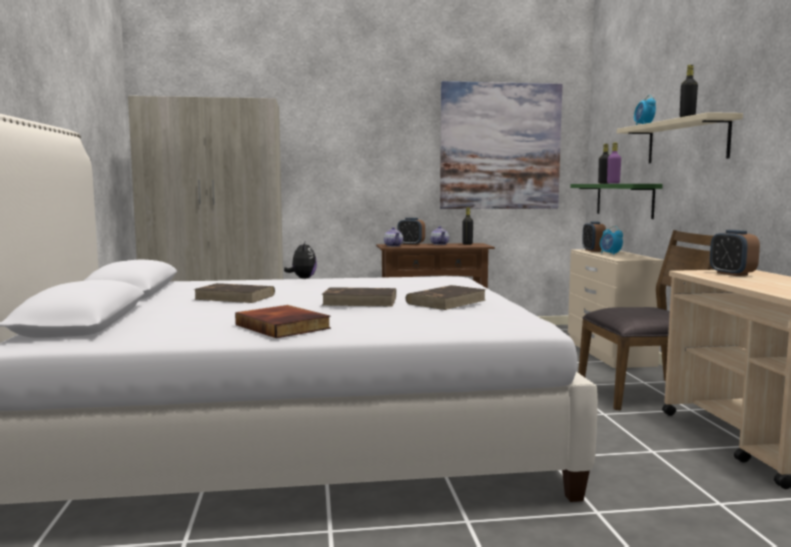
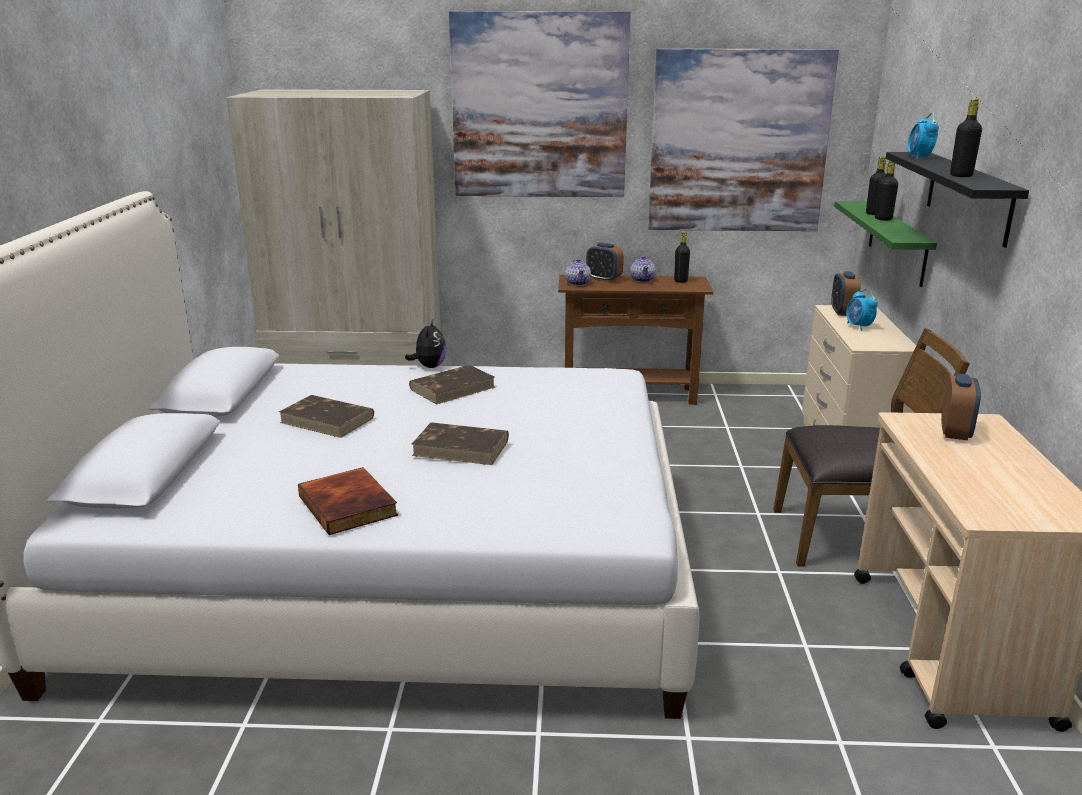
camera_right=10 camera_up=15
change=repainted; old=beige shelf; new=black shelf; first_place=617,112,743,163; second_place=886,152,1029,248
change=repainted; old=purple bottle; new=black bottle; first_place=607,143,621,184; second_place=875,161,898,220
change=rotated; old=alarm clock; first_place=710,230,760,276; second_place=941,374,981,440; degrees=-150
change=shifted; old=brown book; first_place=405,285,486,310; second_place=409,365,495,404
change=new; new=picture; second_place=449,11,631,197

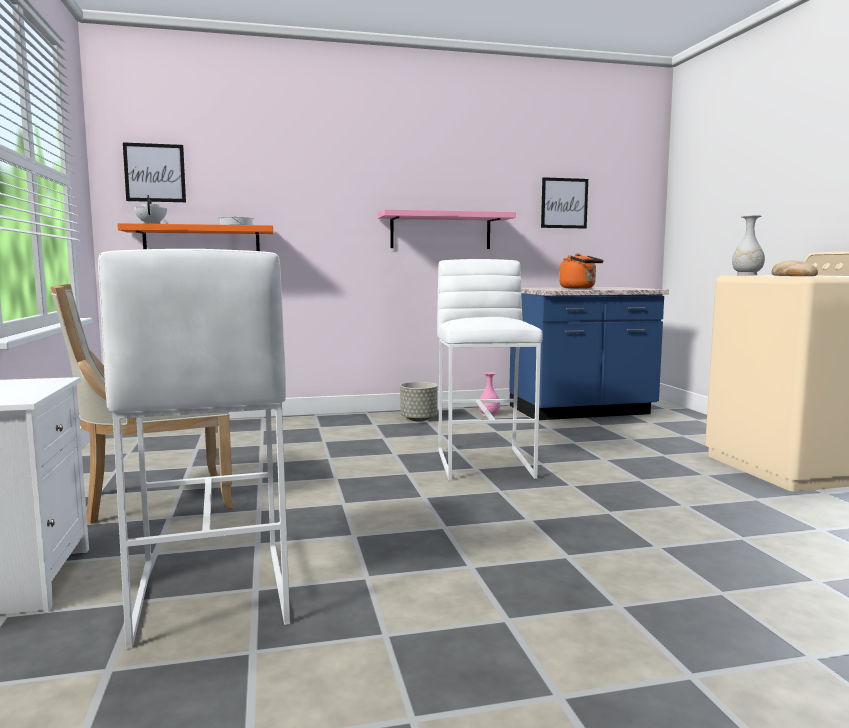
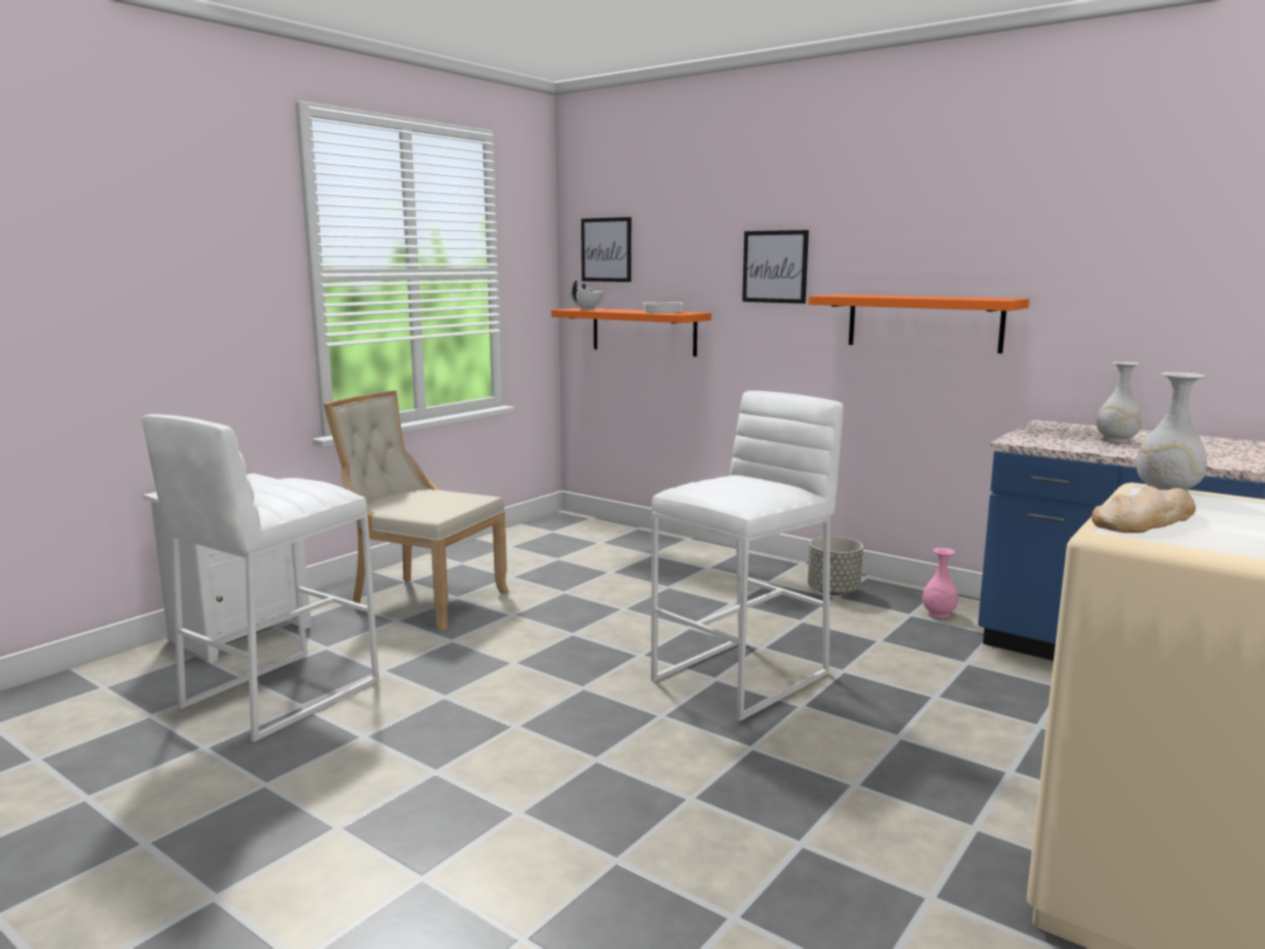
camera_right=50 camera_up=5
change=shifted; old=picture; first_place=541,177,588,228; second_place=742,230,809,304
change=repainted; old=pink shelf; new=orange shelf; first_place=377,209,516,249; second_place=809,294,1029,353
change=swapped; old=orange kettle; new=white vase; first_place=559,253,604,289; second_place=1096,362,1142,443

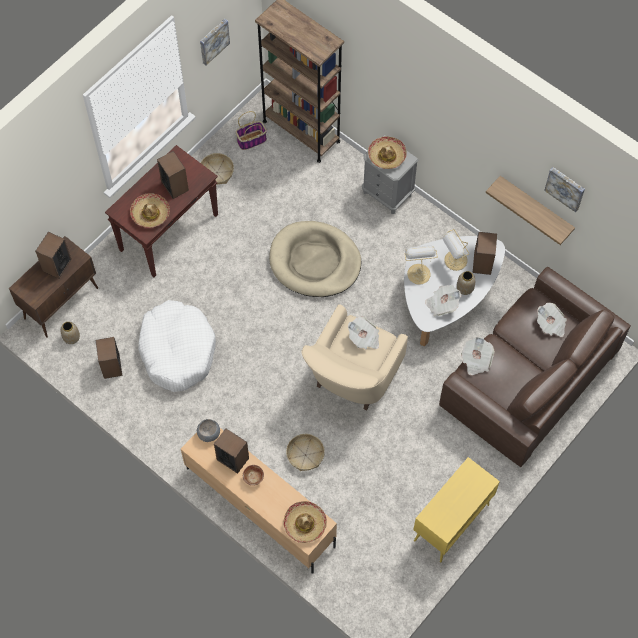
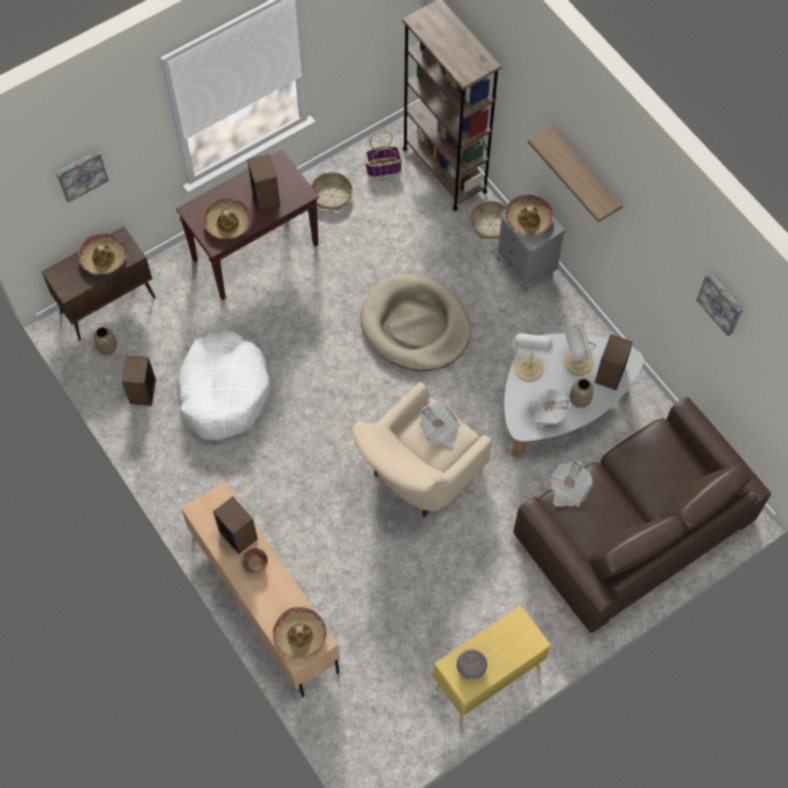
camera_right=15 camera_up=0
change=shifted; old=picture; first_place=200,19,230,65; second_place=56,150,109,203
change=shifted; old=shelf; first_place=486,176,575,245; second_place=528,126,623,222
change=swapped; old=speaker; new=hat; first_place=35,232,71,279; second_place=78,234,127,275
change=gone; old=newspaper; first_place=537,303,567,337
change=shifted; old=grey bowl; first_place=197,419,220,442; second_place=457,649,487,679
change=shifted; old=basket; first_place=286,434,325,471; second_place=470,201,506,239

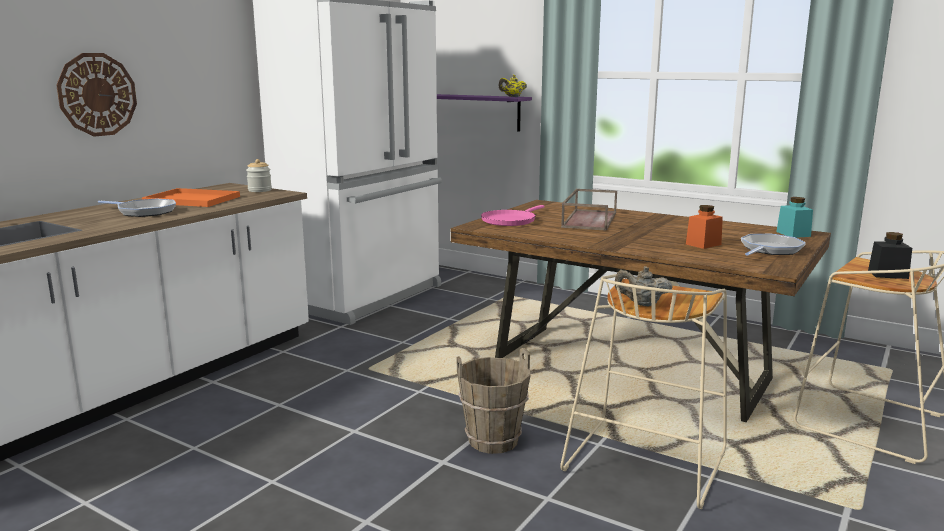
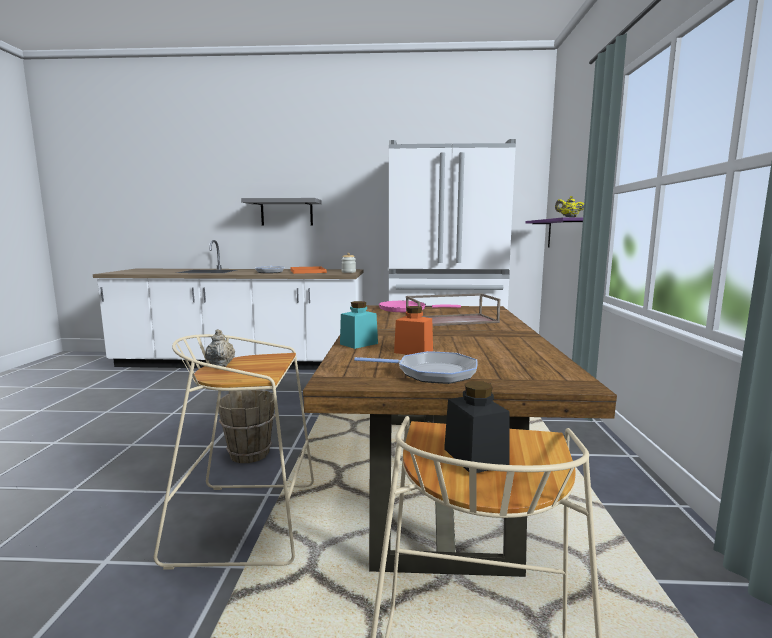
camera_right=60 camera_up=-5
change=swapped; old=wall clock; new=grey shelf; first_place=56,53,137,137; second_place=241,198,322,226
change=shifted; old=turquoise jar; first_place=776,197,813,238; second_place=340,301,378,349

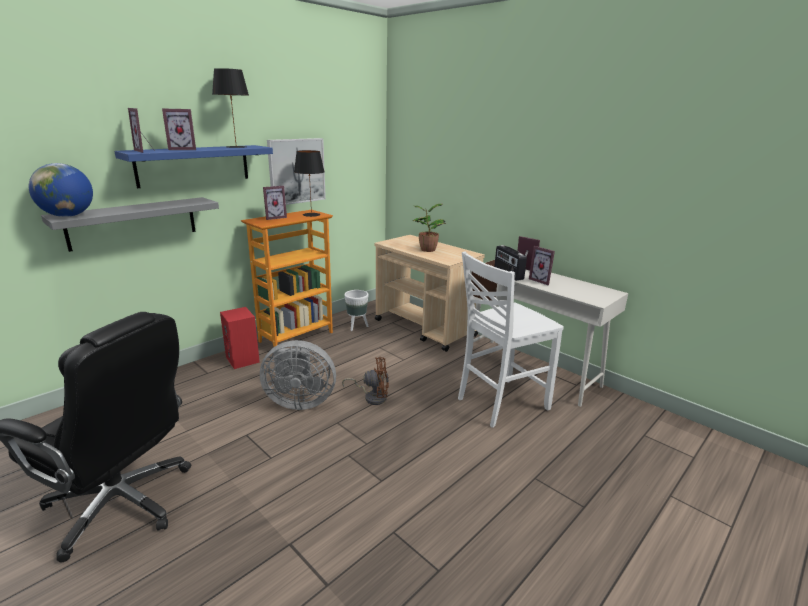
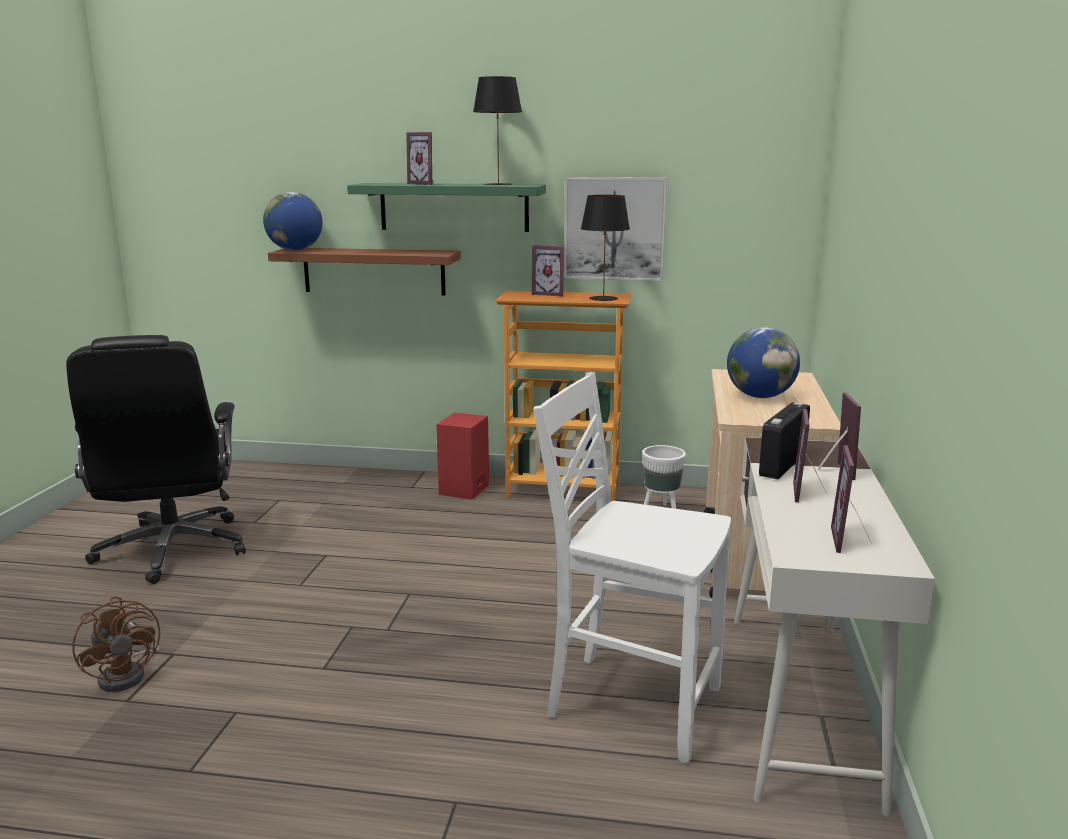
camera_right=55 camera_up=-5
change=shifted; old=picture frame; first_place=128,108,154,153; second_place=831,445,872,553
change=repainted; old=blue shelf; new=green shelf; first_place=114,145,273,188; second_place=347,183,546,232
change=repainted; old=grey shelf; new=brown shelf; first_place=41,197,219,252; second_place=268,248,461,296
change=swapped; old=potted plant; new=globe; first_place=413,204,446,252; second_place=727,327,800,398
change=gone; old=grey fan; first_place=260,340,336,410
change=shifted; old=brown fan; first_place=342,357,389,405; second_place=72,596,160,692

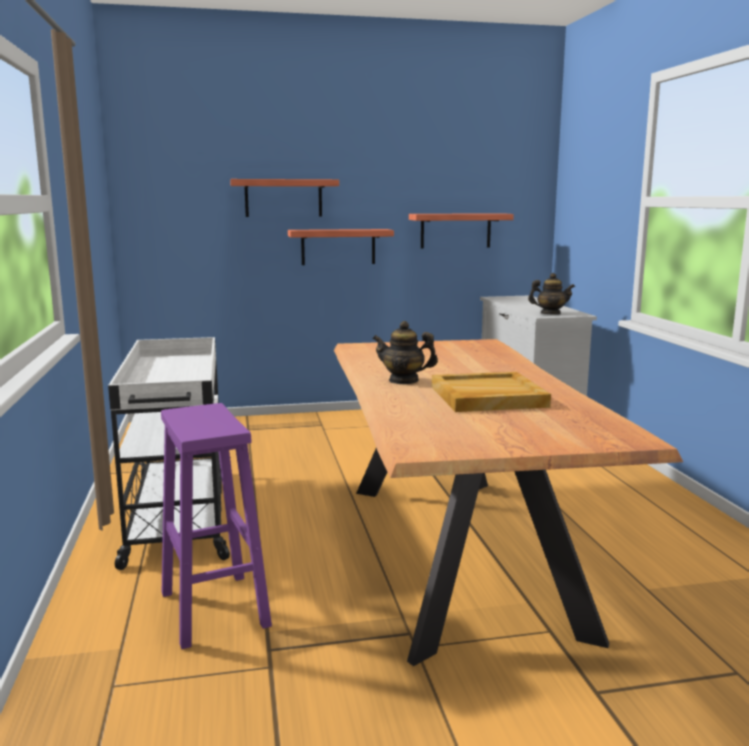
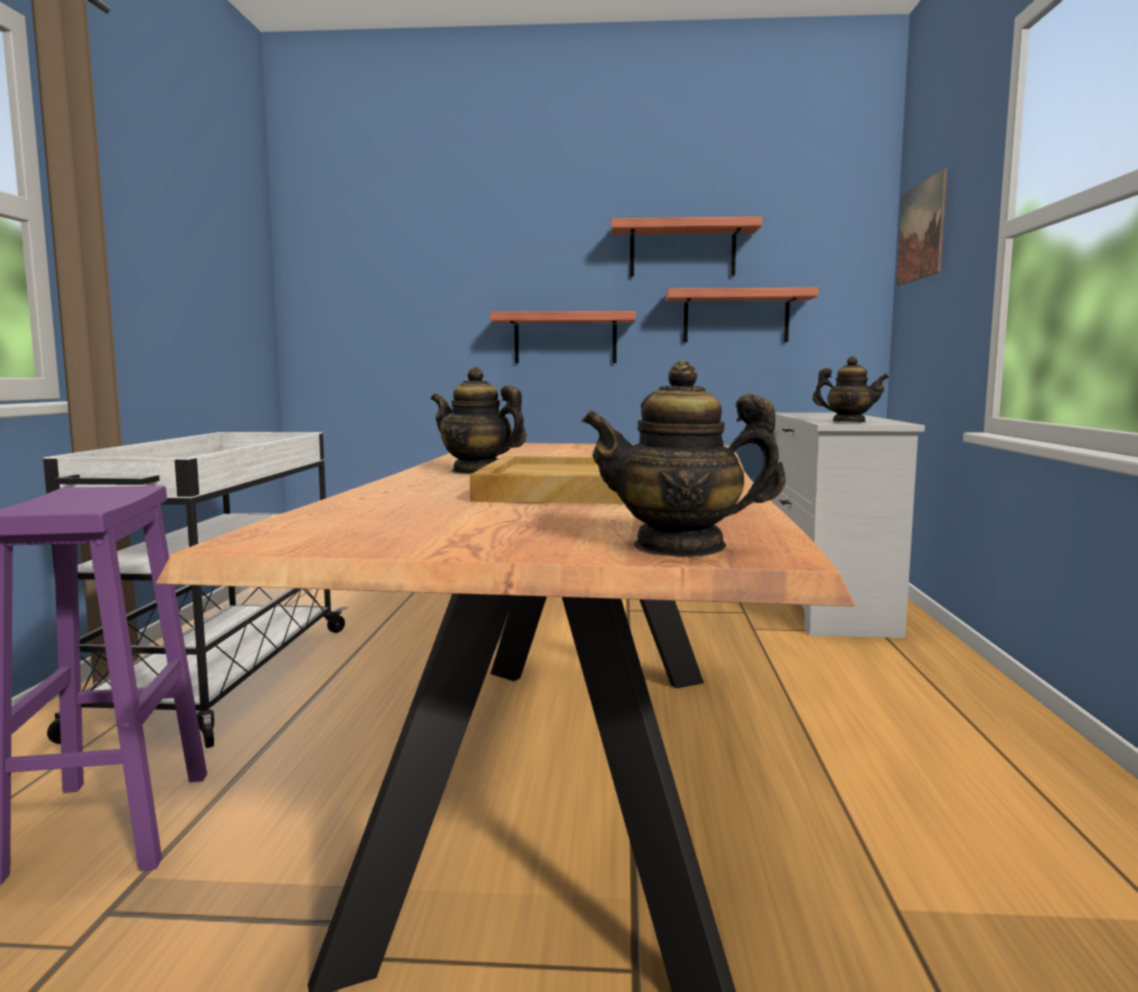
camera_right=15 camera_up=-5
change=shifted; old=shelf; first_place=230,179,339,217; second_place=611,216,762,276
change=new; new=picture; second_place=897,168,948,285
change=new; new=teapot; second_place=581,361,786,557

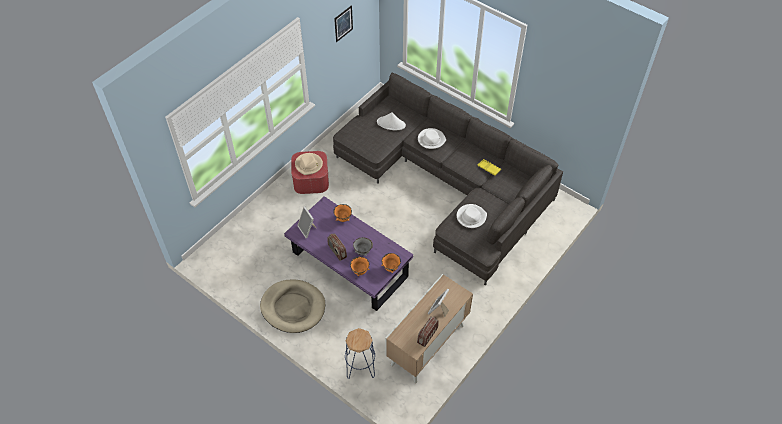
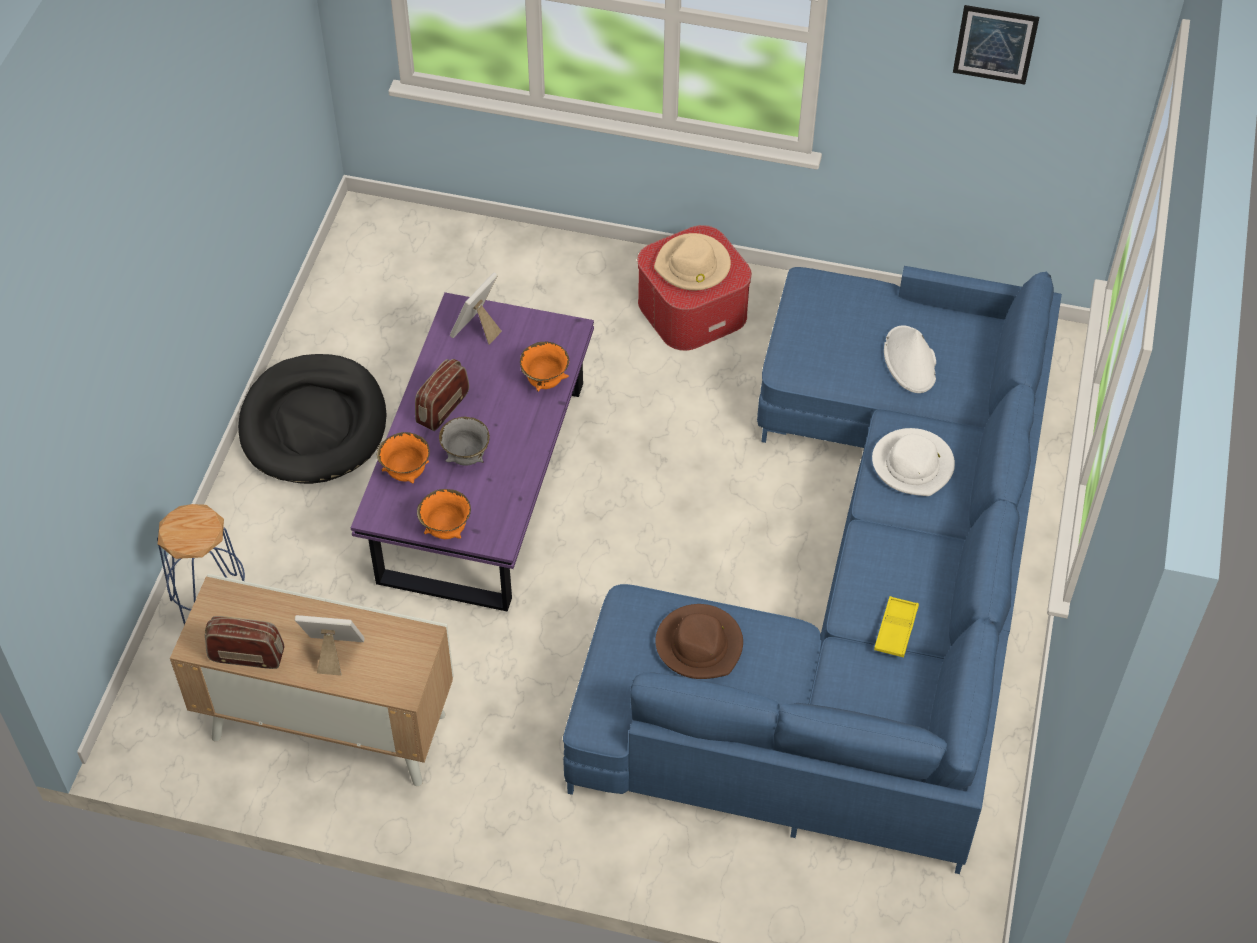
camera_right=65 camera_up=0
change=repainted; old=grey sofa; new=blue sofa; first_place=333,73,563,286; second_place=563,266,1062,874
change=repainted; old=white hat; new=brown hat; first_place=457,204,487,228; second_place=655,604,743,679
change=repainted; old=beige dog bed; new=black dog bed; first_place=260,279,325,333; second_place=238,354,387,484

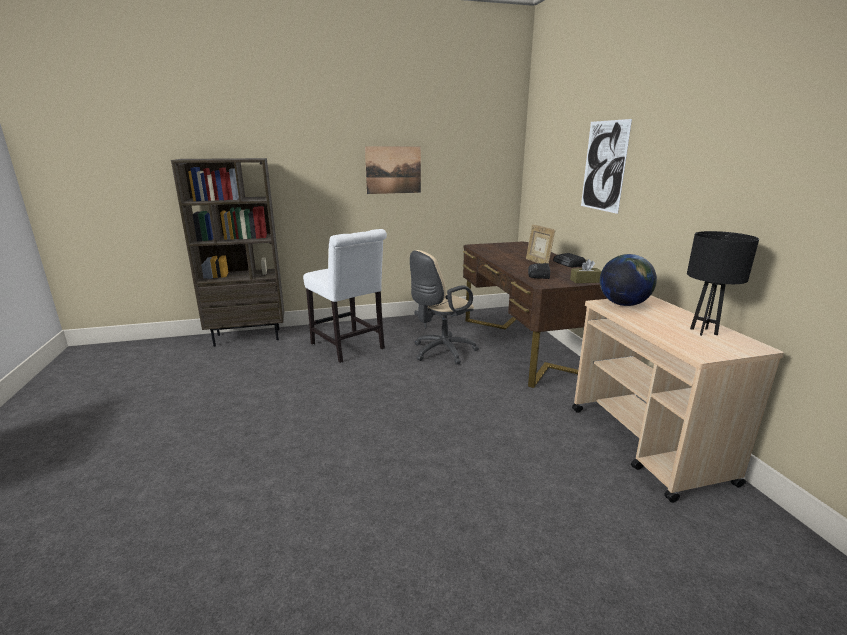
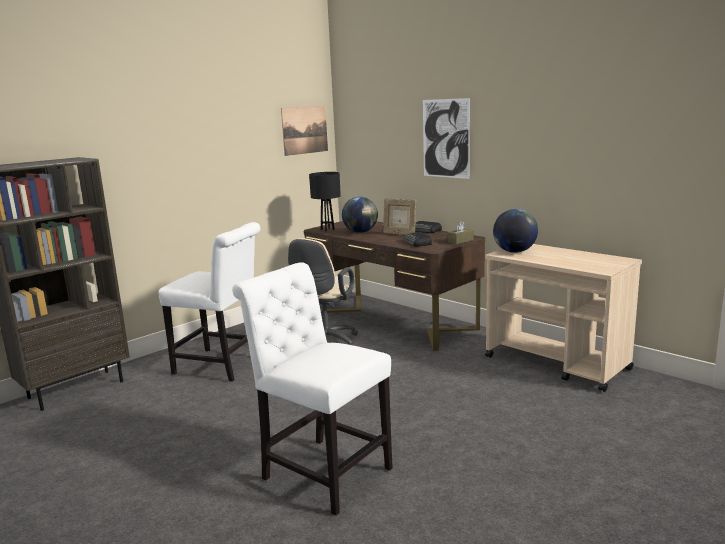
camera_right=-30 camera_up=-5
change=shifted; old=picture; first_place=365,147,421,194; second_place=281,106,328,156
change=shifted; old=black table lamp; first_place=687,231,759,336; second_place=309,172,341,231
change=new; new=globe; second_place=342,197,378,233
change=new; new=white chair; second_place=232,262,393,516

